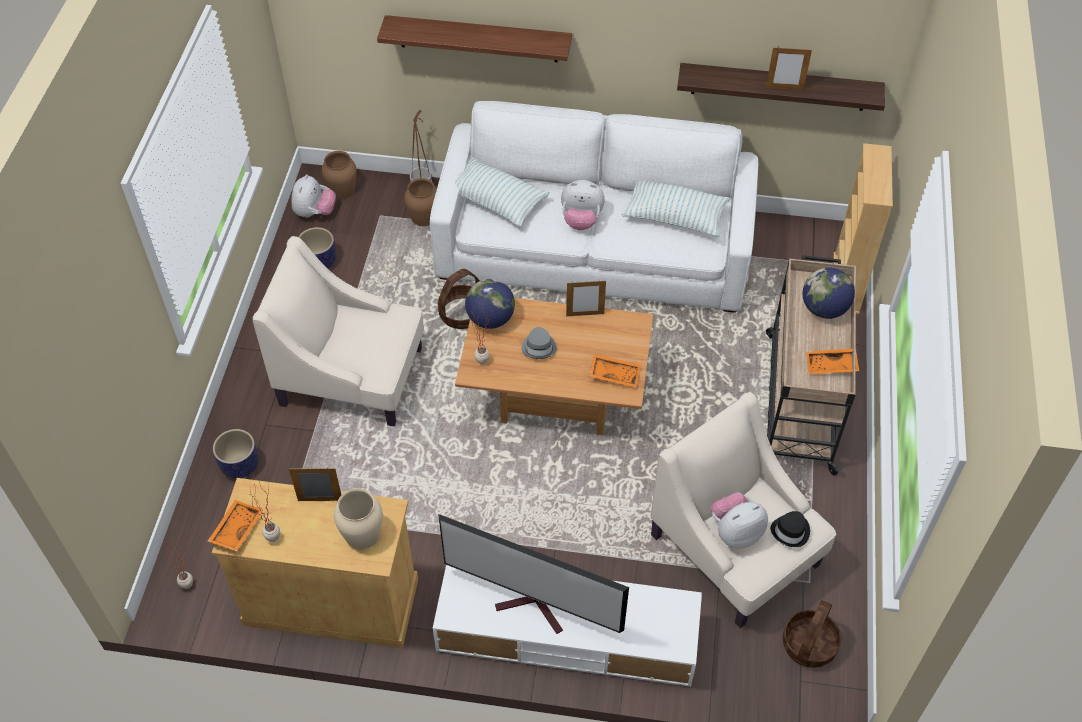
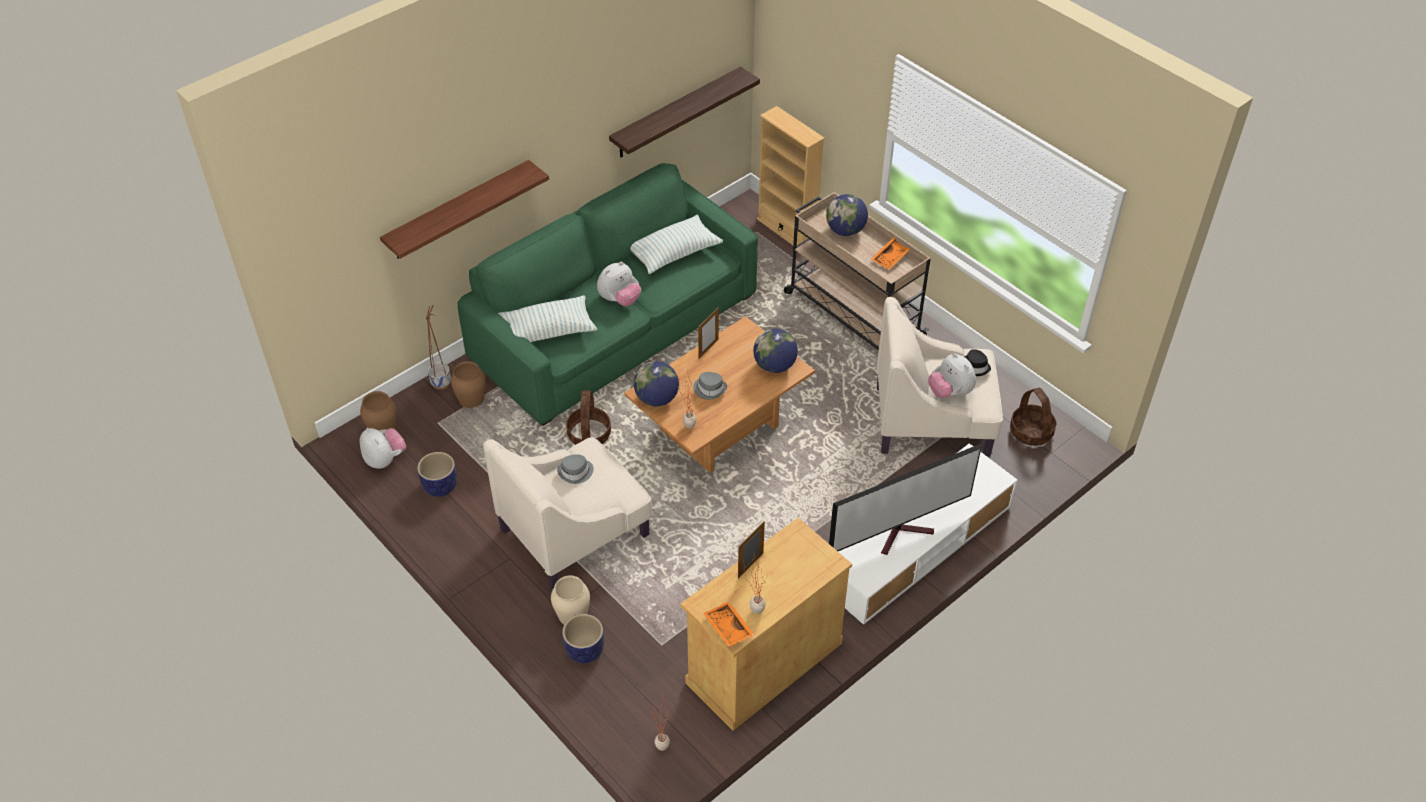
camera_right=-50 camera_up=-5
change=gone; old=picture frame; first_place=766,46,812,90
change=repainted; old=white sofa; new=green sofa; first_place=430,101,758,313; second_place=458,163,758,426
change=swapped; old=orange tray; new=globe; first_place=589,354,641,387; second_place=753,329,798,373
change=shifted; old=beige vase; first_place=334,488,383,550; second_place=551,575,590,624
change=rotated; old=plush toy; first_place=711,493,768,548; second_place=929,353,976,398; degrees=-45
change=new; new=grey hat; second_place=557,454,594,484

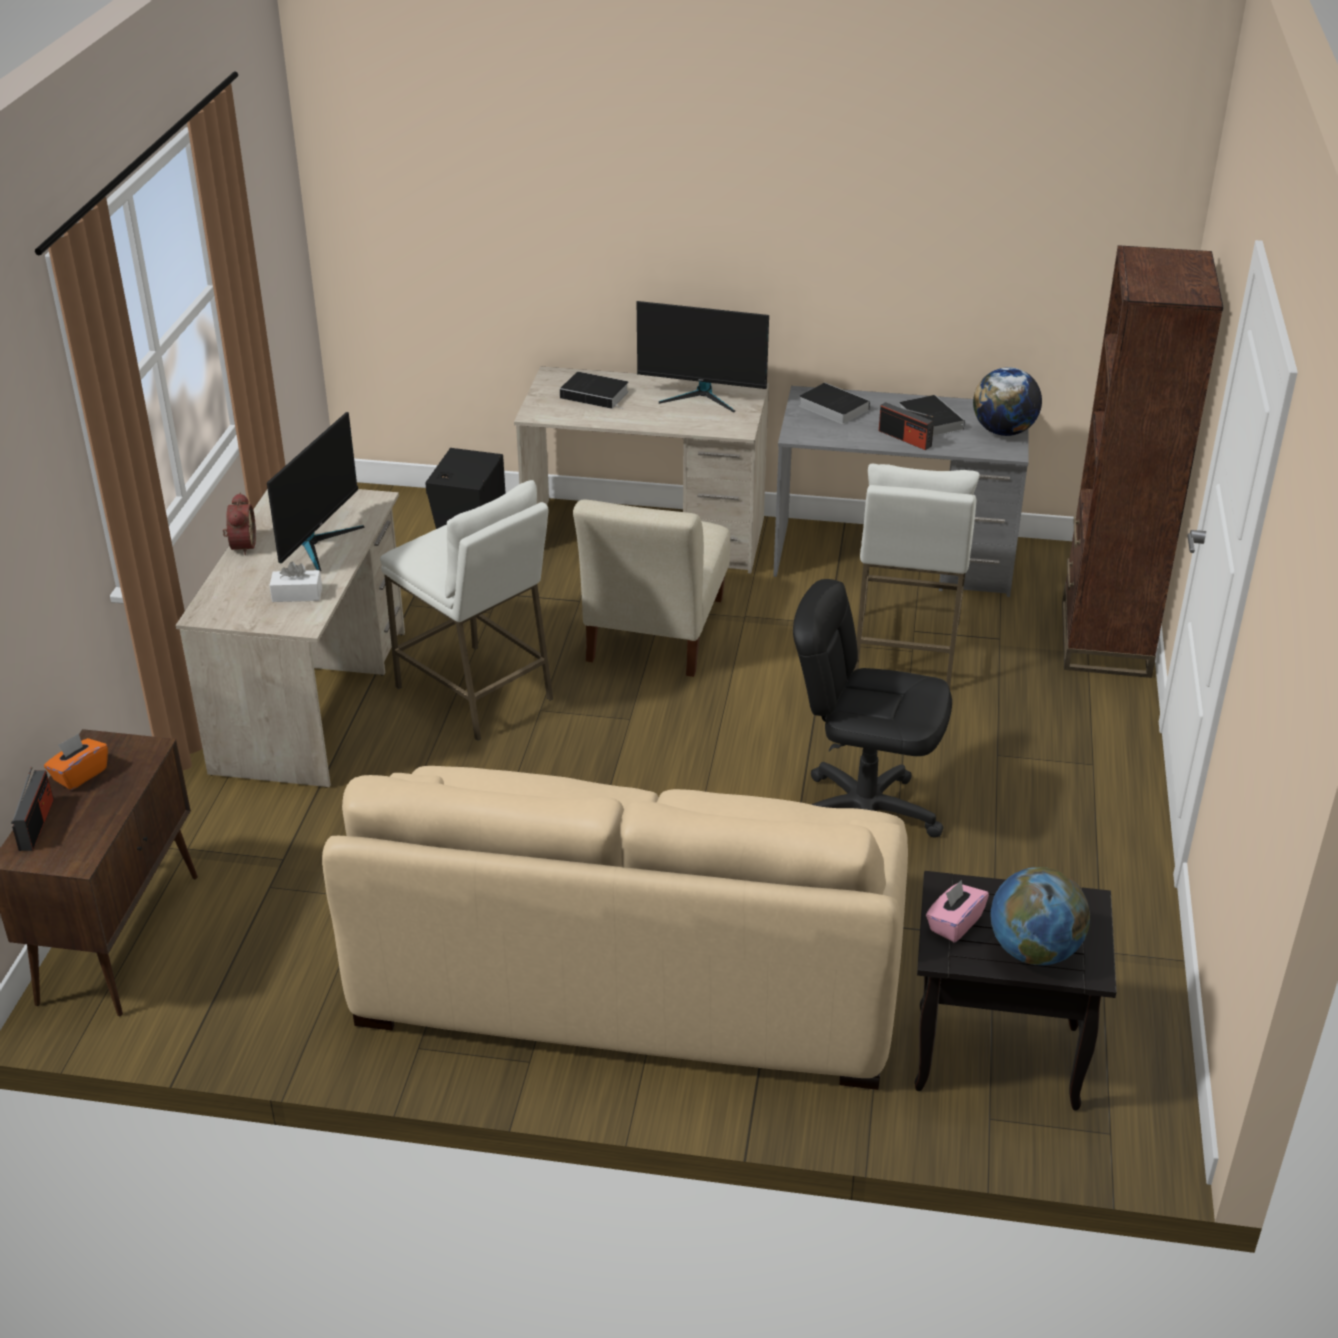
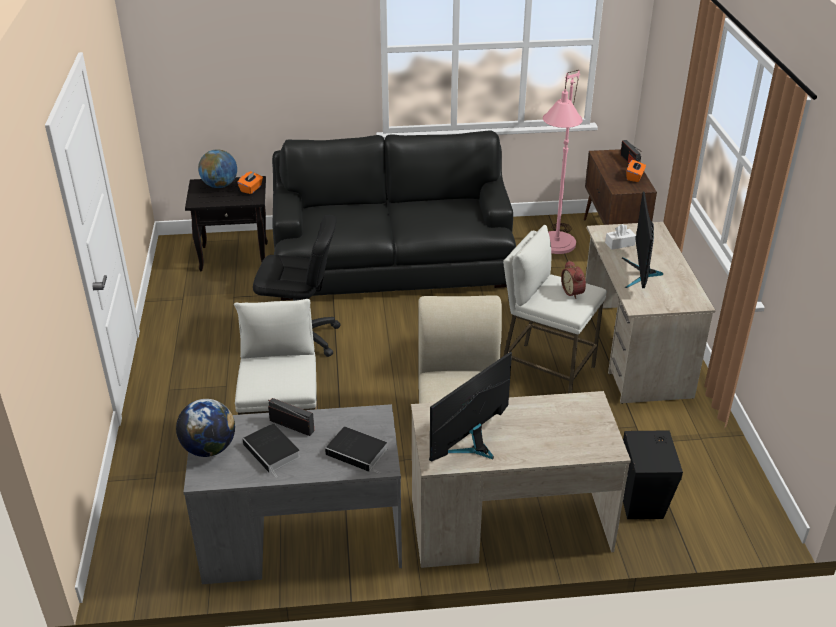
camera_right=165 camera_up=0
change=gone; old=brown bookcase; first_place=1062,245,1224,678
change=rotated; old=monitor; first_place=637,301,769,412; second_place=429,352,512,461; degrees=-45
change=gone; old=book; first_place=560,372,629,410
change=shifted; old=alarm clock; first_place=223,493,256,555; second_place=561,260,586,299
change=repainted; old=beige sofa; new=black sofa; first_place=322,766,908,1090; second_place=272,130,516,300
change=repainted; old=pink tissue box; new=orange tissue box; first_place=926,880,989,943; second_place=237,171,263,194
change=new; new=pink floor lamp; second_place=543,70,583,254

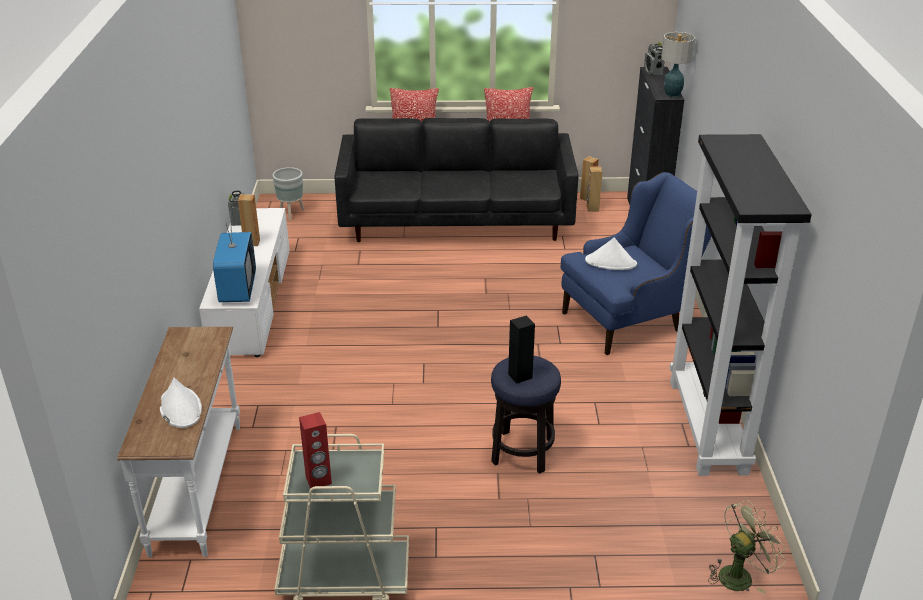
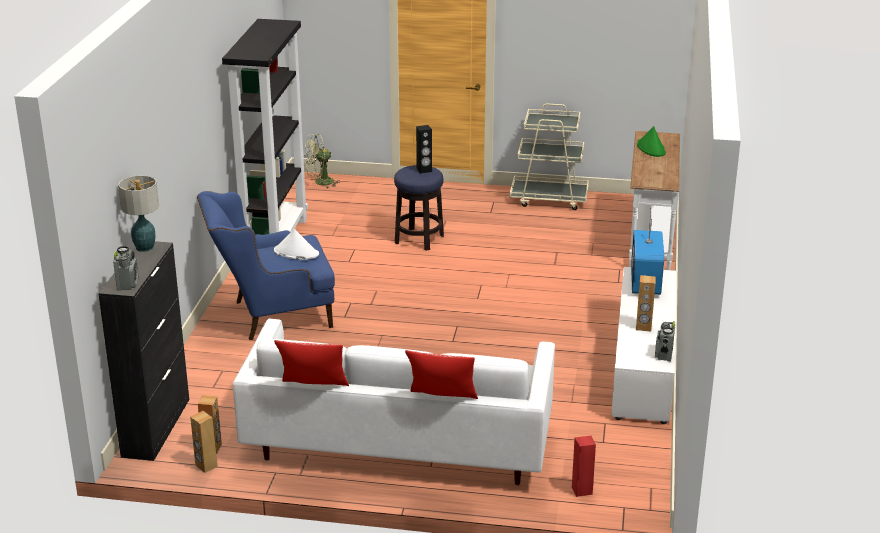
camera_right=-170 camera_up=-5
change=repainted; old=black sofa; new=white sofa; first_place=334,118,579,242; second_place=233,319,555,485
change=gone; old=grey planter; first_place=272,167,305,220
change=repainted; old=white hat; new=green hat; first_place=160,378,202,428; second_place=637,126,666,157
change=shifted; old=red speaker; first_place=299,412,332,489; second_place=572,436,596,497

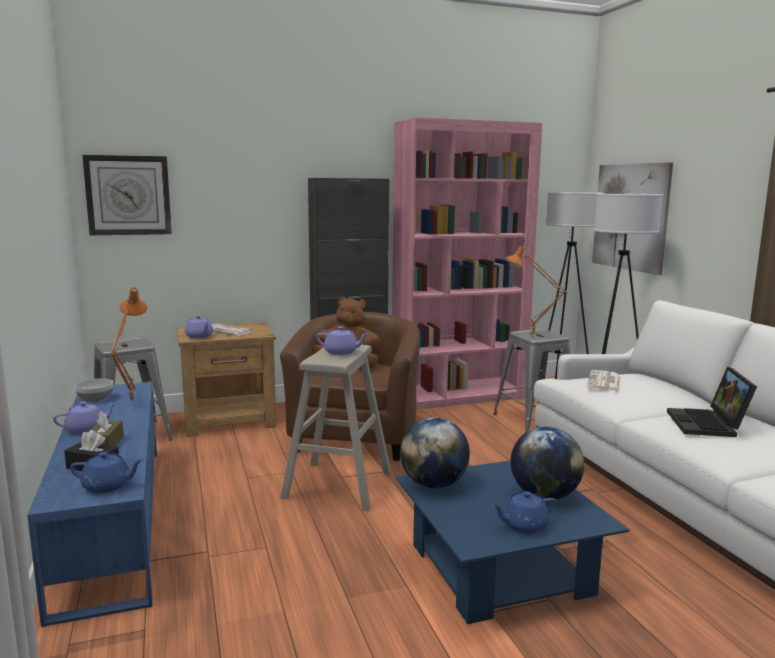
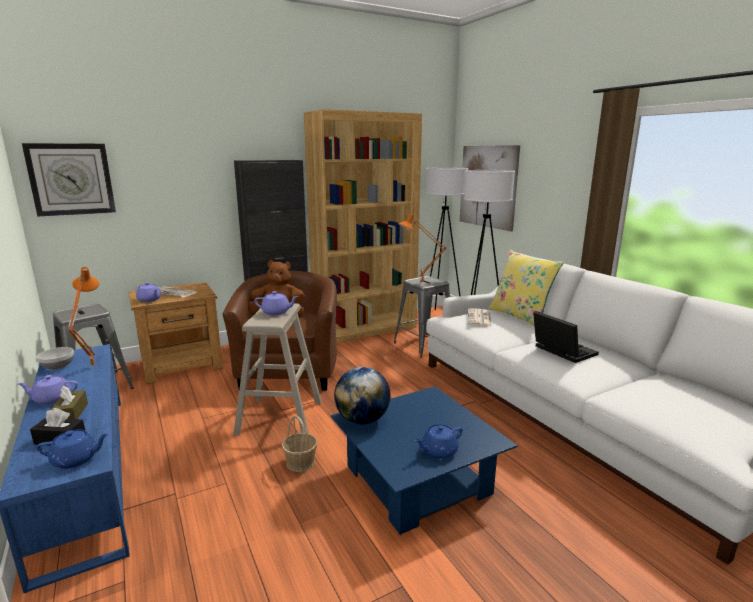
camera_right=-10 camera_up=5
change=repainted; old=pink bookcase; new=brown bookcase; first_place=392,117,542,410; second_place=304,109,422,343
change=rotated; old=laptop; first_place=667,367,757,437; second_place=533,311,599,363; degrees=150
change=rotated; old=purple teapot; first_place=53,401,117,434; second_place=17,375,78,405; degrees=-150
change=gone; old=globe; first_place=511,426,584,499
change=new; new=yellow pillow; second_place=488,249,564,326
change=new; new=basket; second_place=282,415,318,472

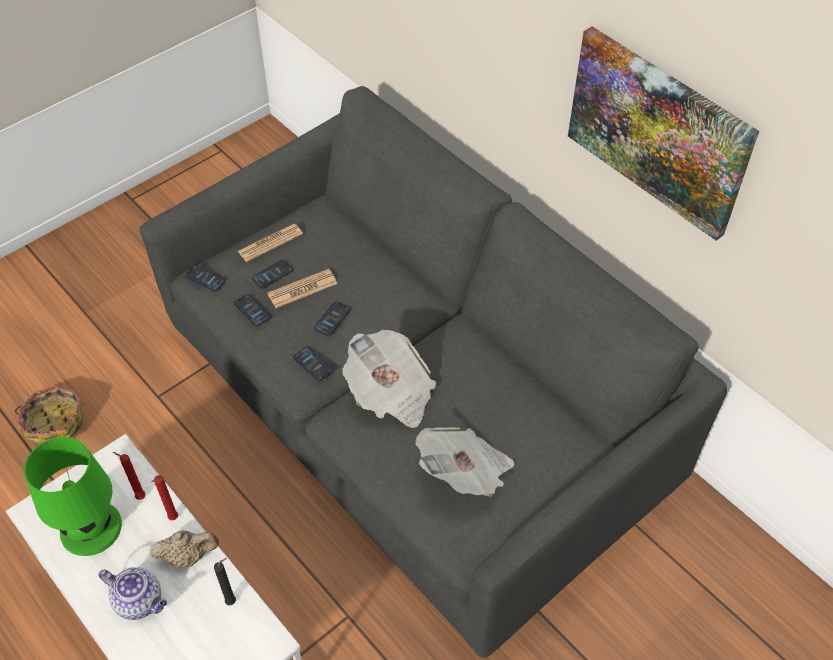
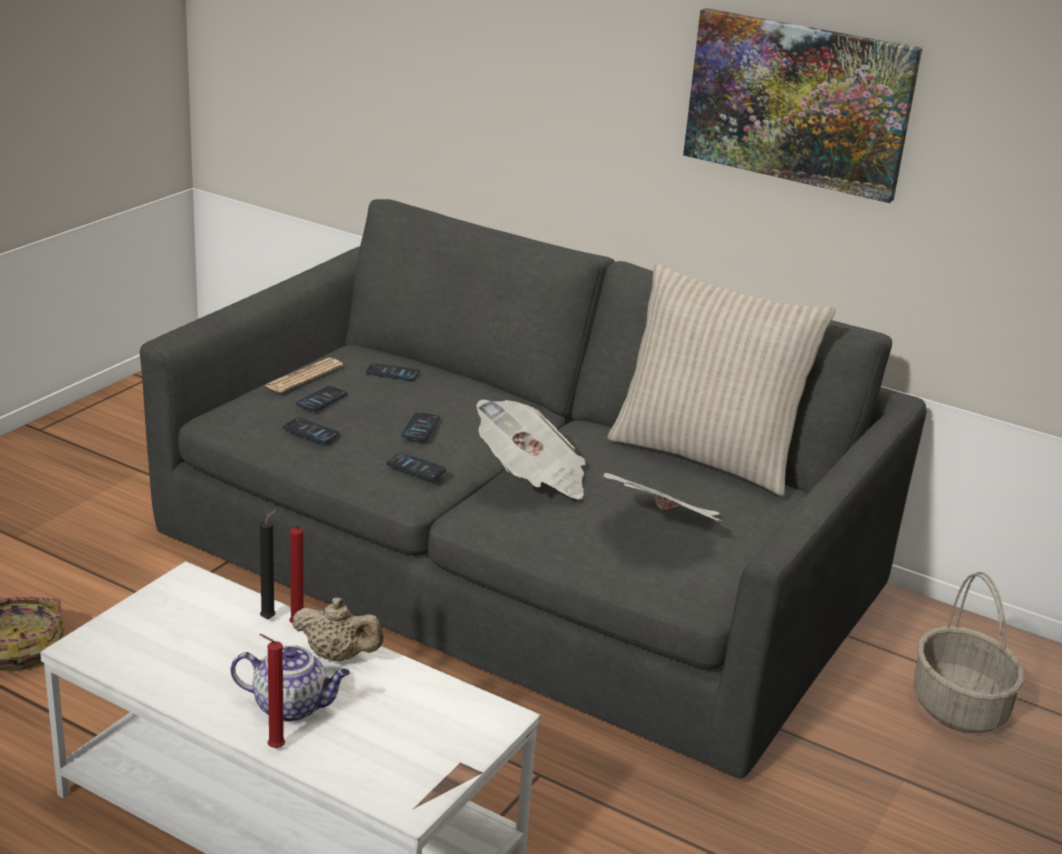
camera_right=-20 camera_up=-25
change=shifted; old=phone; first_place=184,265,226,292; second_place=366,363,420,381
change=gone; old=newspaper; first_place=268,269,337,308
change=gone; old=green table lamp; first_place=24,437,122,556
change=shifted; old=red candle; first_place=113,452,146,500; second_place=259,634,285,748
change=rotated; old=beige teapot; first_place=150,531,219,568; second_place=292,597,384,661; degrees=45
change=shifted; old=black candle; first_place=214,558,236,605; second_place=260,509,277,619
change=new; new=beige pillow; second_place=608,263,836,496
change=new; new=basket; second_place=913,572,1024,733

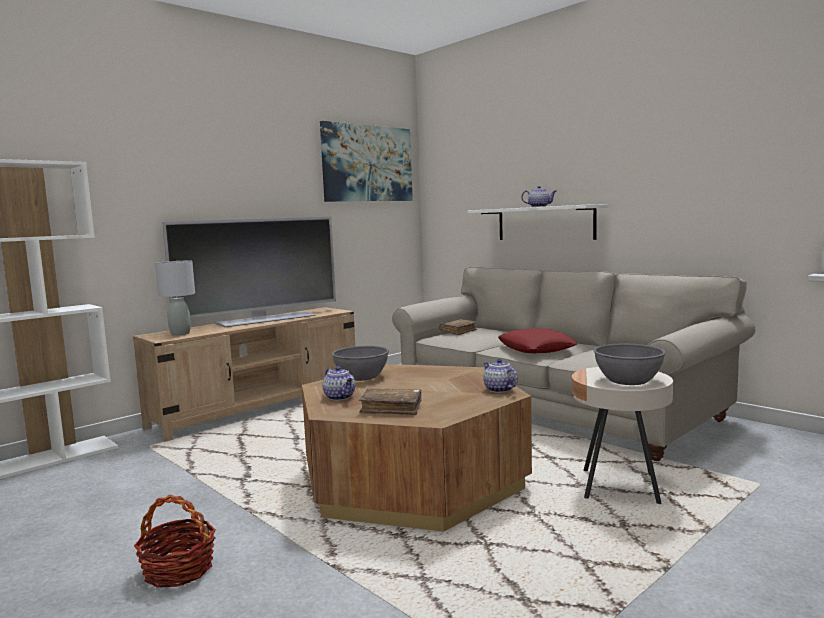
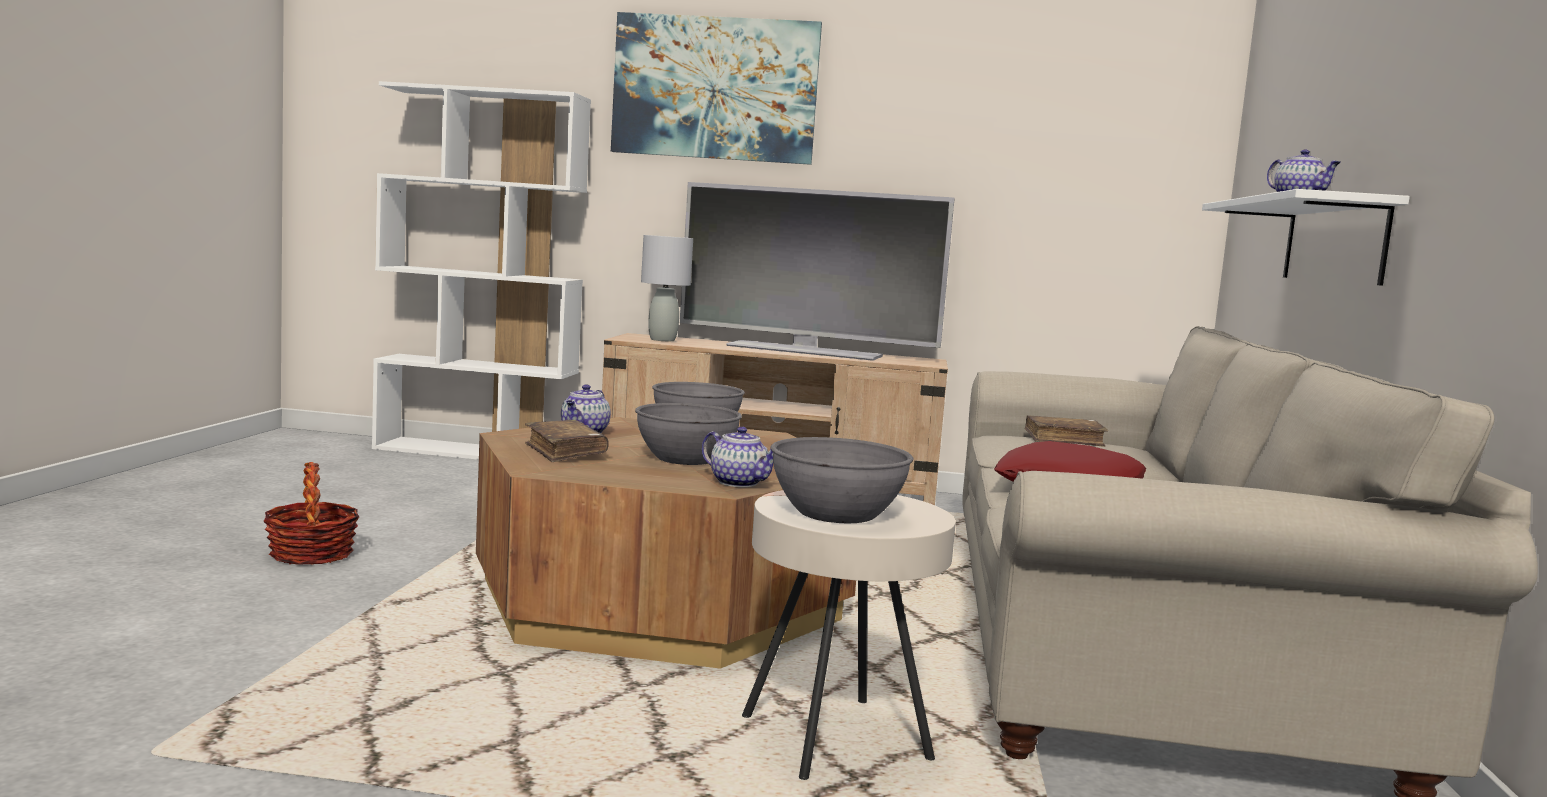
camera_right=50 camera_up=0
change=shifted; old=picture; first_place=320,121,413,202; second_place=611,12,822,165
change=rotated; old=teapot; first_place=483,359,518,393; second_place=702,426,773,487; degrees=105
change=new; new=grey bowl; second_place=635,403,742,465

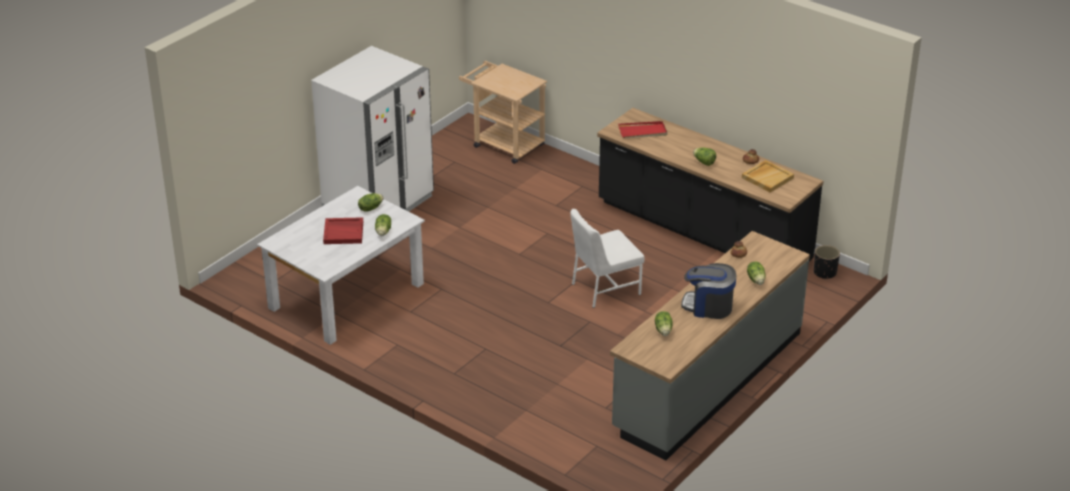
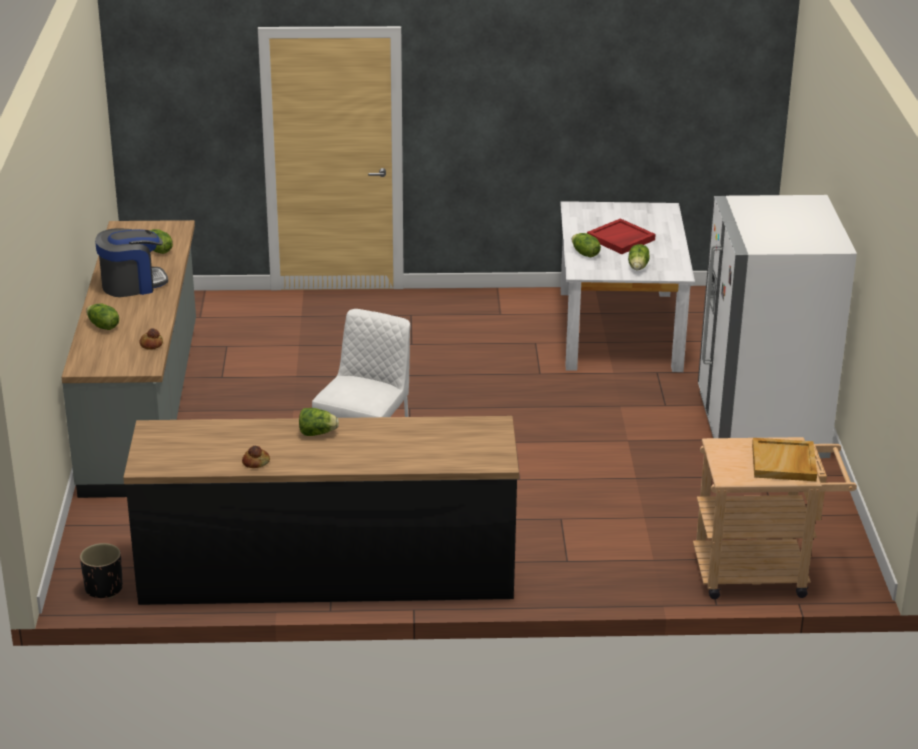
camera_right=140 camera_up=-5
change=gone; old=red tray; first_place=618,121,668,138
change=shifted; old=beige tray; first_place=742,160,794,192; second_place=752,438,817,481

